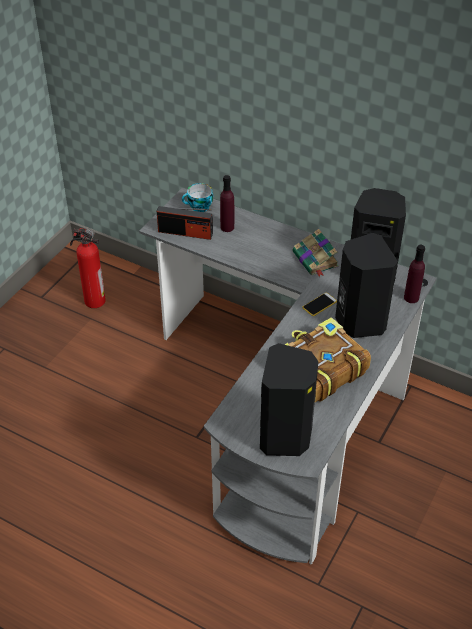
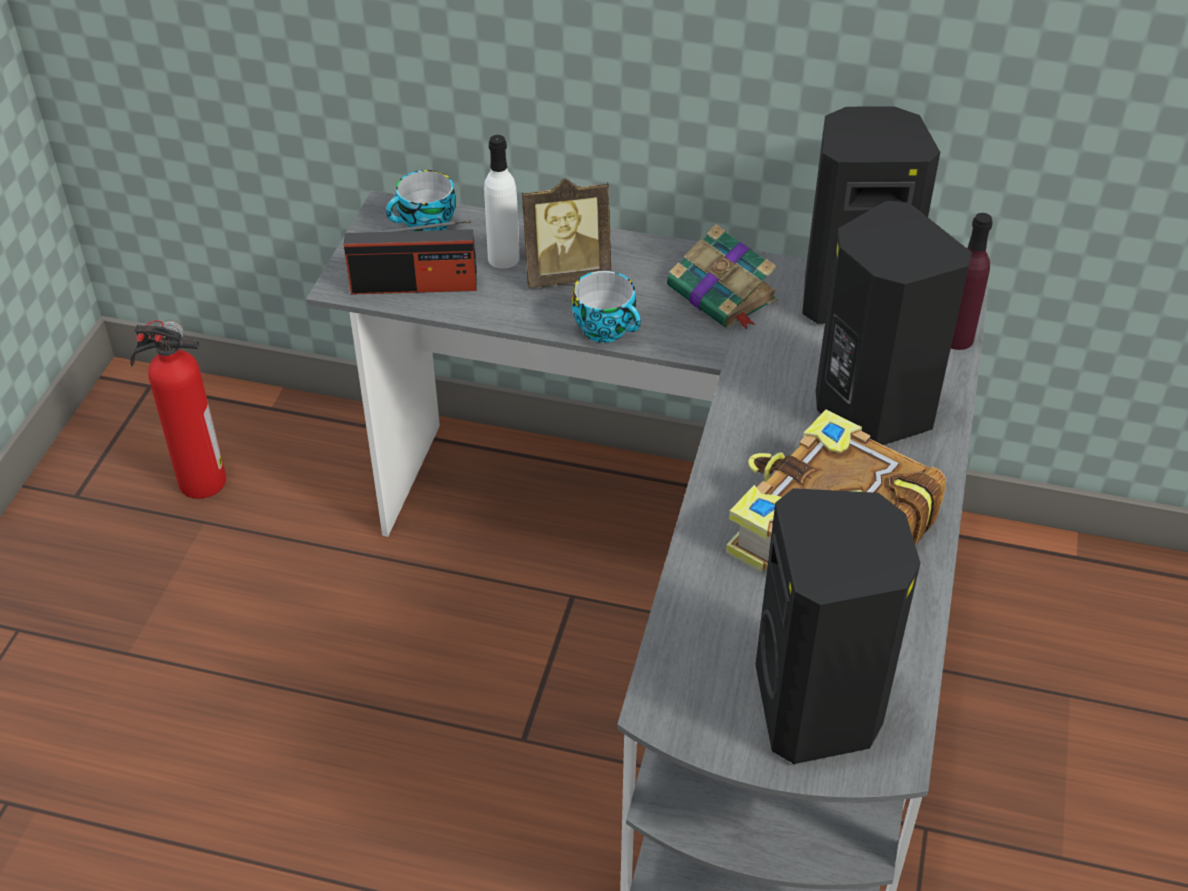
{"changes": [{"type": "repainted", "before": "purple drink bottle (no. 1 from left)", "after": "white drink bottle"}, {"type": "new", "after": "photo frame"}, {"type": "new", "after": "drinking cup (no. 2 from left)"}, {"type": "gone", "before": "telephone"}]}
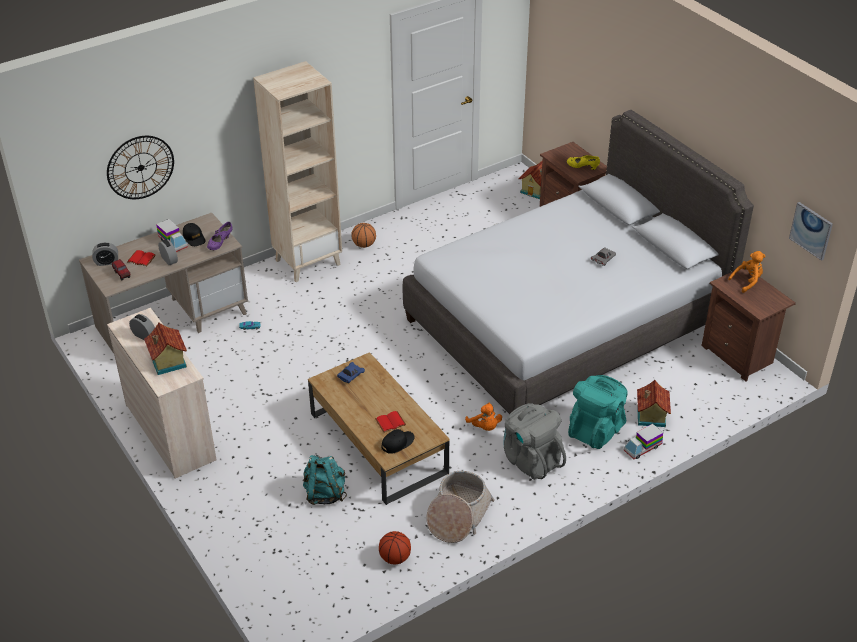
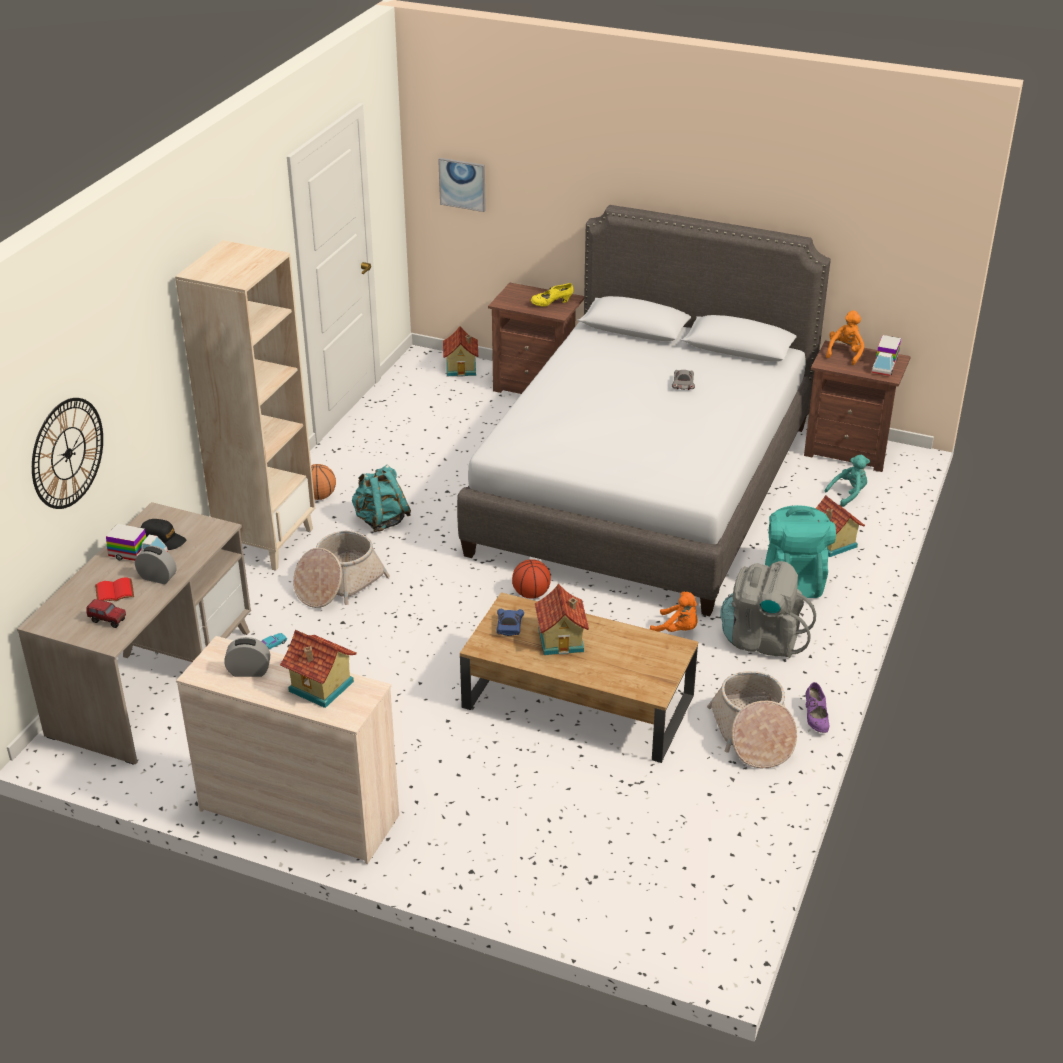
{"changes": [{"type": "new", "after": "household basket (no. 1 from left)"}, {"type": "shifted", "before": "blue-green knapsack (no. 1 from left)"}, {"type": "shifted", "before": "wall picture"}, {"type": "shifted", "before": "ball for basketball (no. 2 from left)"}, {"type": "new", "after": "miniature house (no. 3 from left)"}, {"type": "shifted", "before": "purple item of footwear"}, {"type": "new", "after": "blue-green cuddly toy"}, {"type": "shifted", "before": "model truck (no. 3 from left)"}, {"type": "gone", "before": "bedside clock (no. 1 from left)"}, {"type": "gone", "before": "red volume (no. 2 from left)"}, {"type": "gone", "before": "black cap (no. 2 from left)"}]}
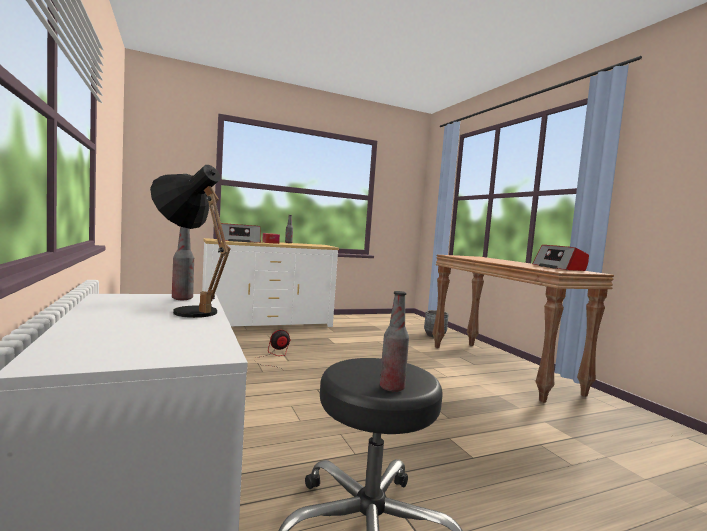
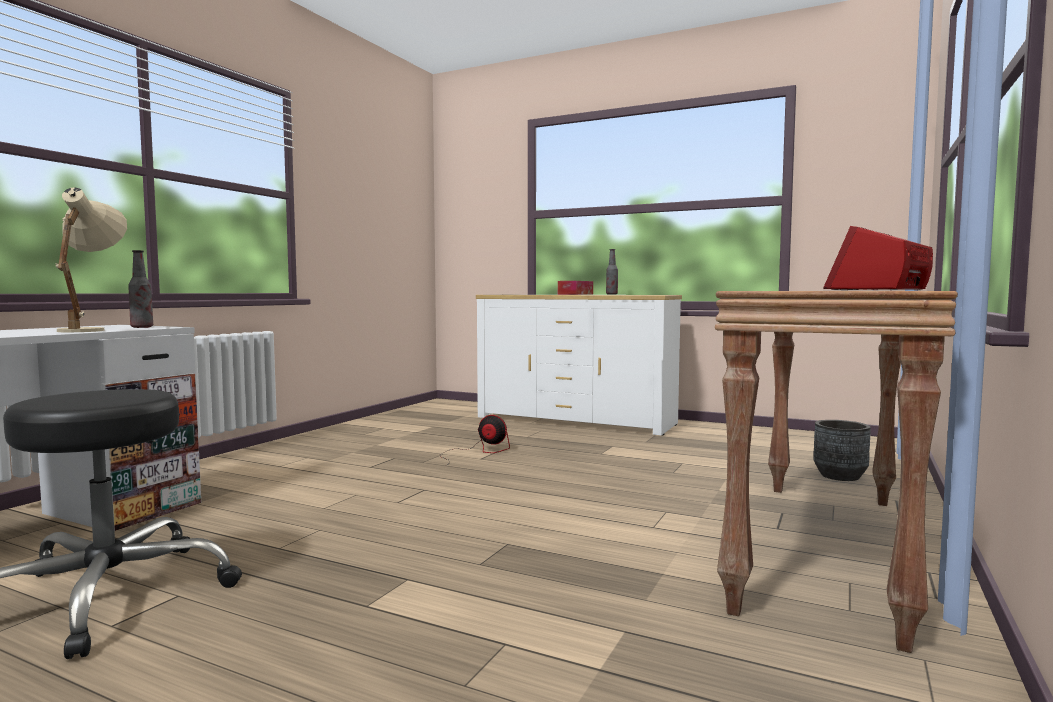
{"changes": [{"type": "repainted", "before": "black tabletop lamp", "after": "beige-coloured tabletop lamp"}, {"type": "gone", "before": "radio set (no. 1 from left)"}, {"type": "gone", "before": "drink bottle (no. 3 from left)"}]}
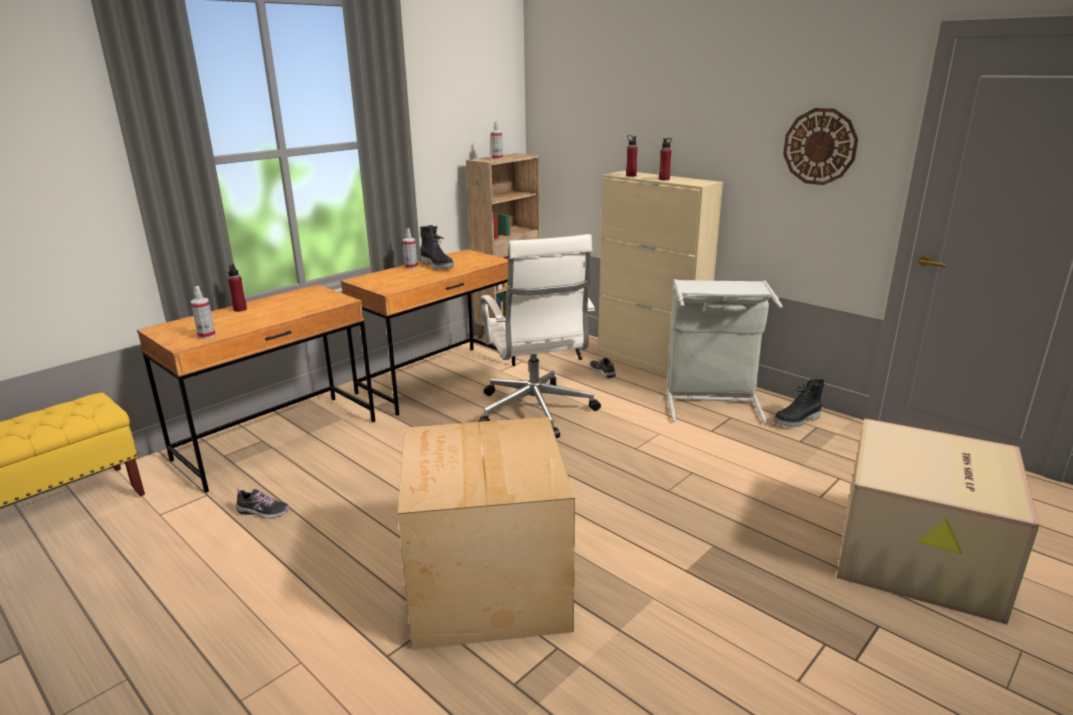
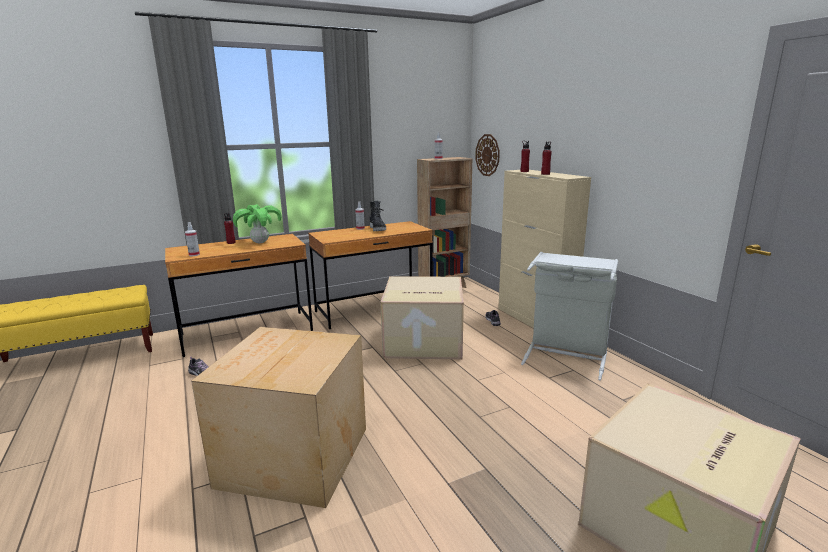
{"changes": [{"type": "new", "after": "houseplant"}, {"type": "swapped", "before": "white computer chair", "after": "packing box (no. 2 from left)"}, {"type": "shifted", "before": "wall clock"}, {"type": "gone", "before": "black tall boot (no. 2 from left)"}]}
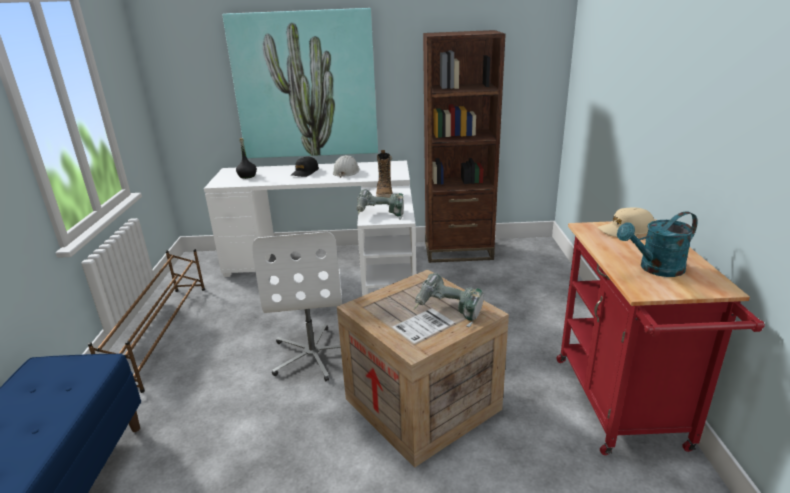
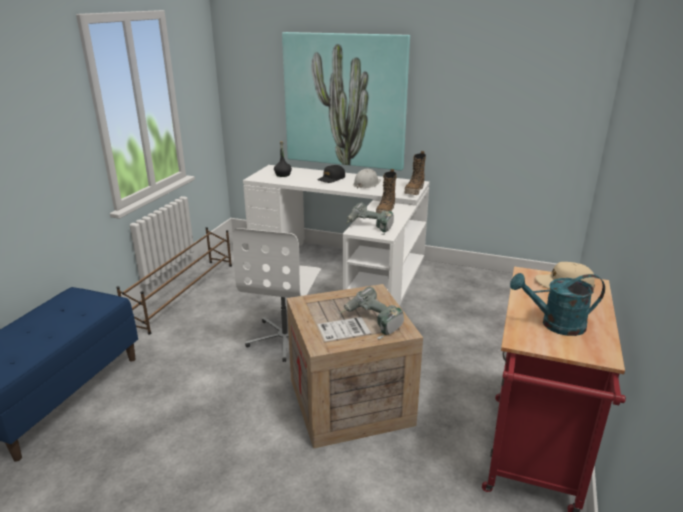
{"changes": [{"type": "new", "after": "tall boot (no. 2 from left)"}, {"type": "gone", "before": "brownish bookcase"}]}
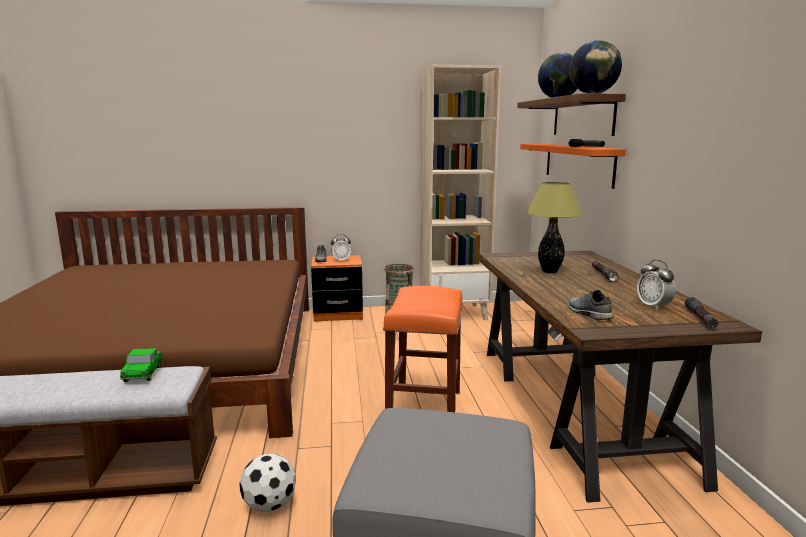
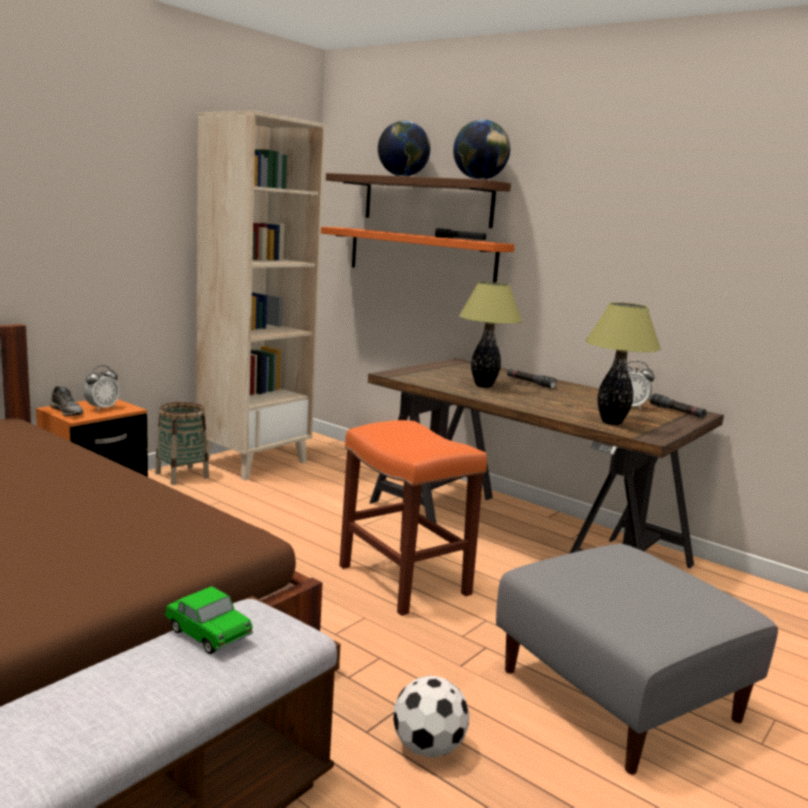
{"changes": [{"type": "swapped", "before": "gray item of footwear (no. 2 from left)", "after": "tabletop lamp (no. 2 from left)"}]}
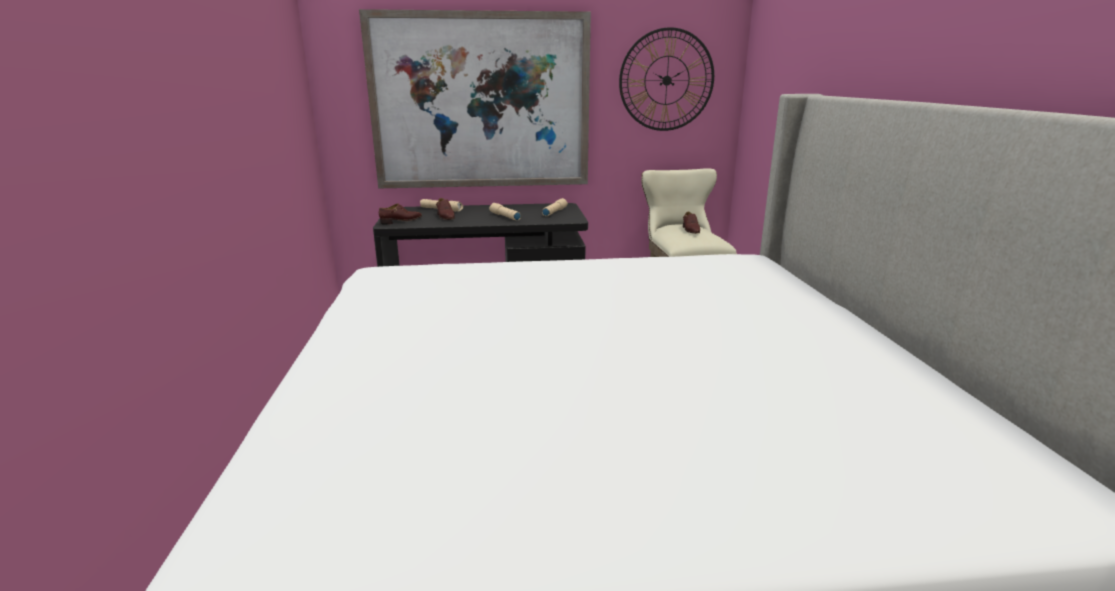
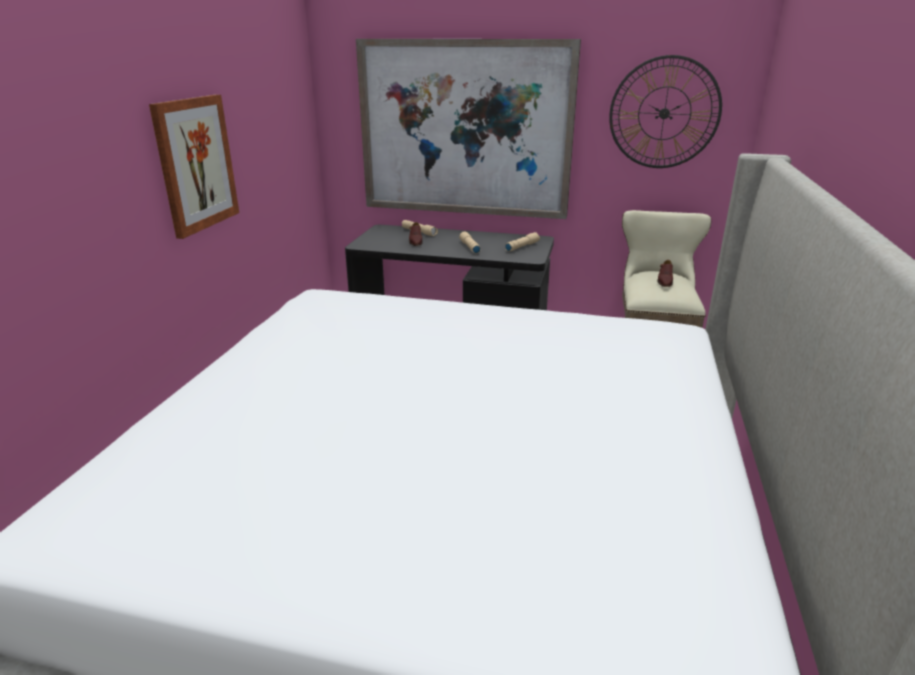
{"changes": [{"type": "new", "after": "wall picture (no. 1 from left)"}, {"type": "gone", "before": "brownish item of footwear (no. 1 from left)"}]}
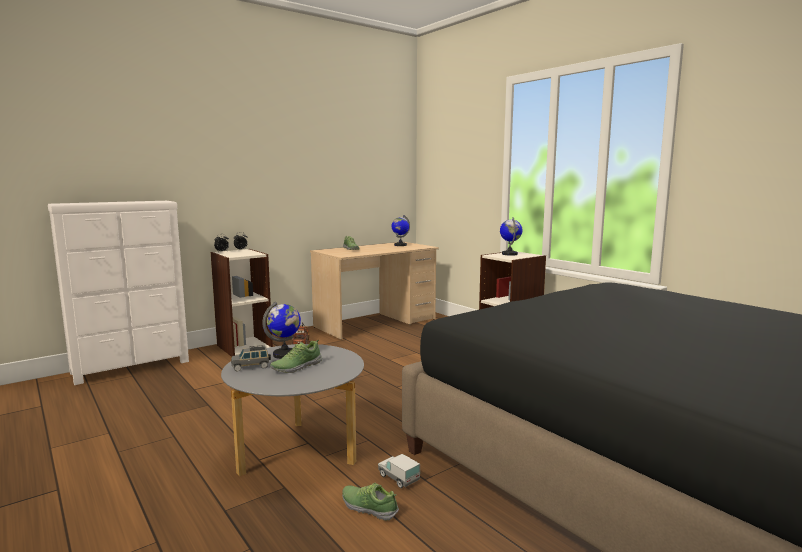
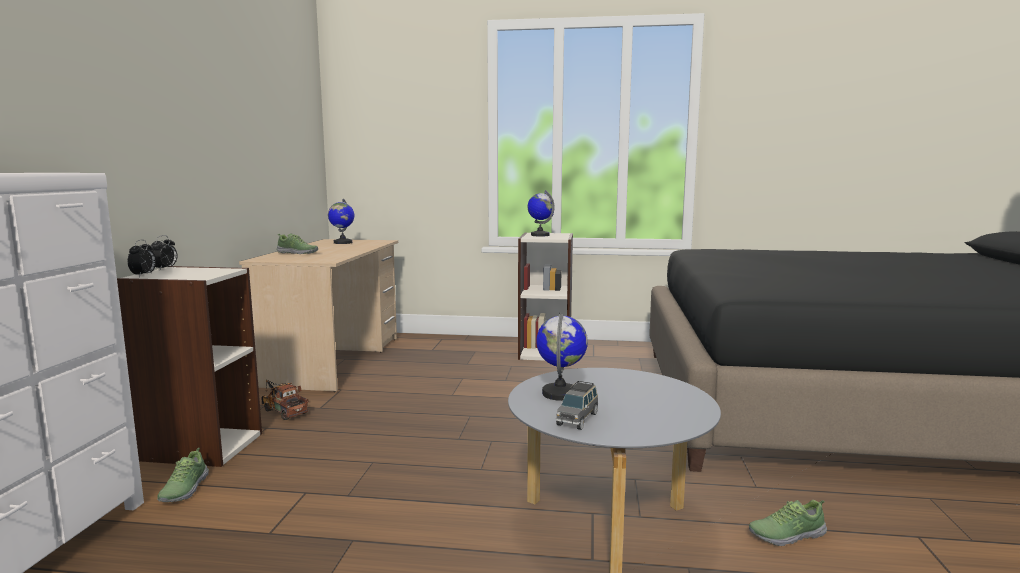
{"changes": [{"type": "shifted", "before": "item of footwear (no. 1 from left)"}, {"type": "gone", "before": "model truck (no. 2 from left)"}]}
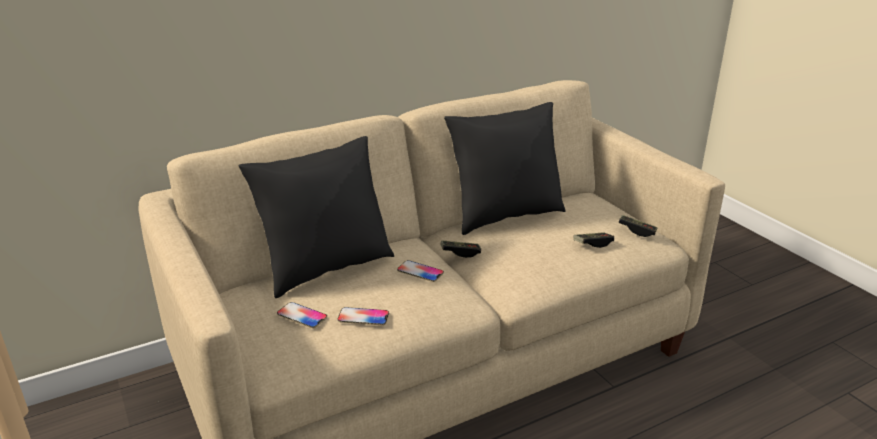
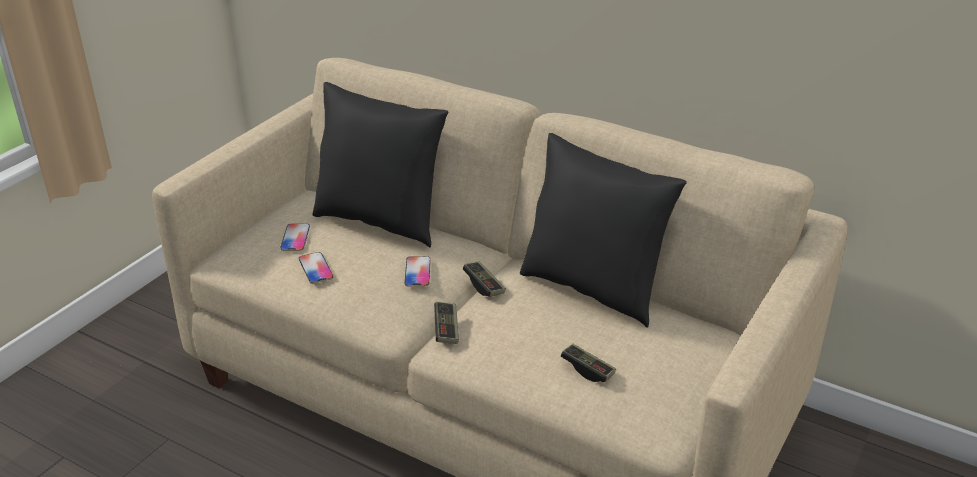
{"changes": [{"type": "shifted", "before": "gamepad (no. 3 from left in the first image)", "after": "gamepad (no. 1 from left)"}]}
